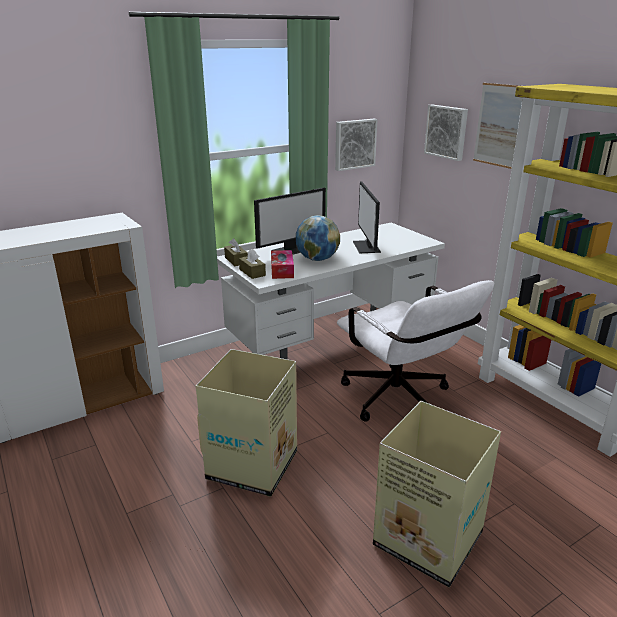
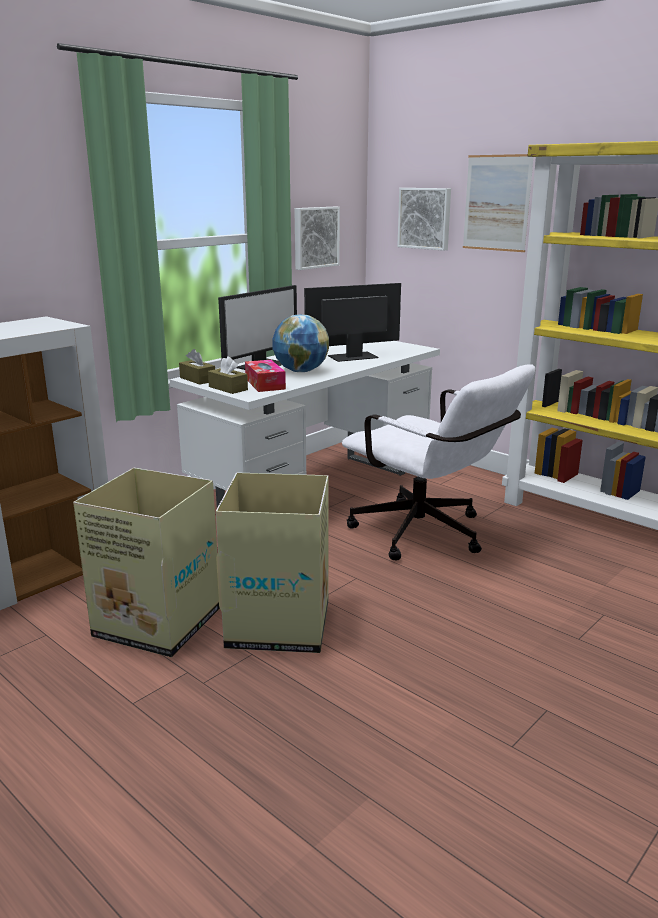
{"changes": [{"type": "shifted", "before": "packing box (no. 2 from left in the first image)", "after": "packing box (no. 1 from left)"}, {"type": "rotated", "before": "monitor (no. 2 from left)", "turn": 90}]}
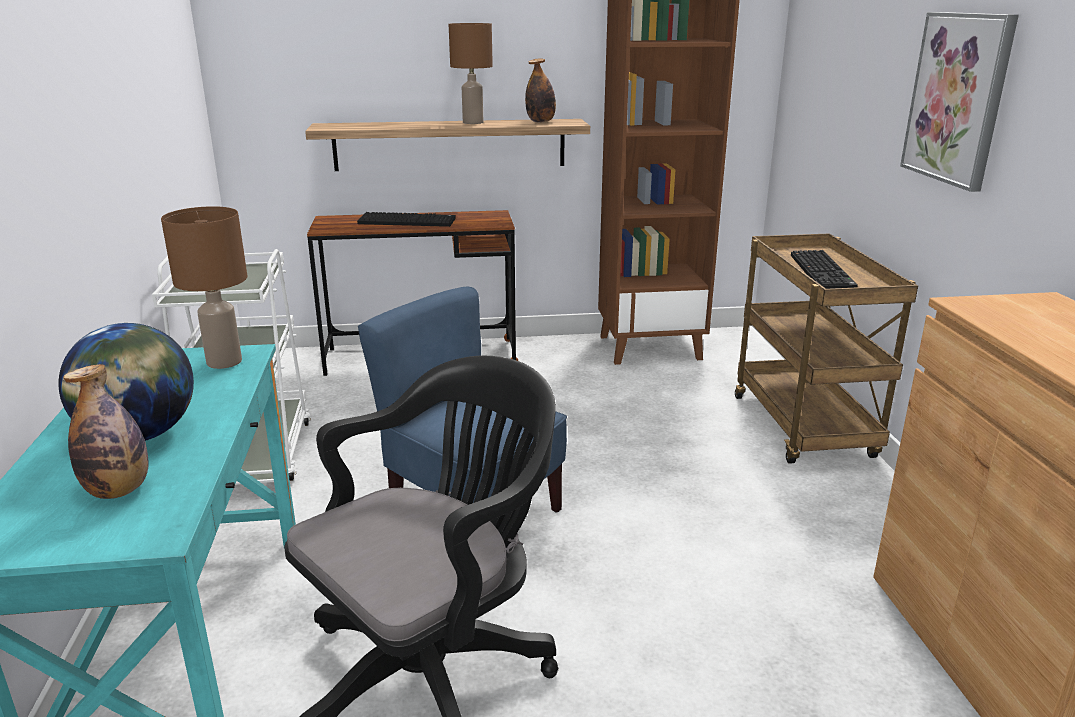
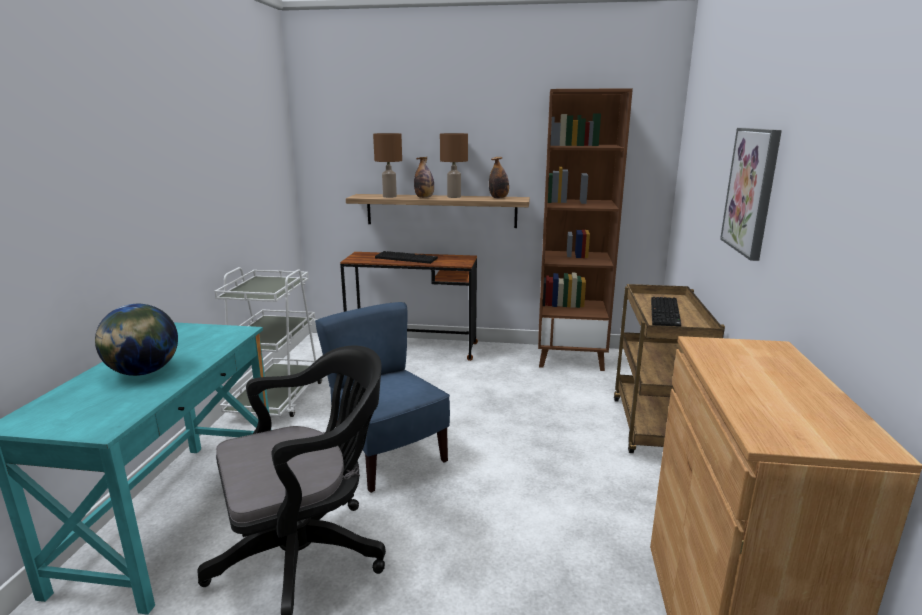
{"changes": [{"type": "shifted", "before": "brownish tabletop lamp (no. 1 from left)"}, {"type": "shifted", "before": "drink bottle (no. 1 from left)"}]}
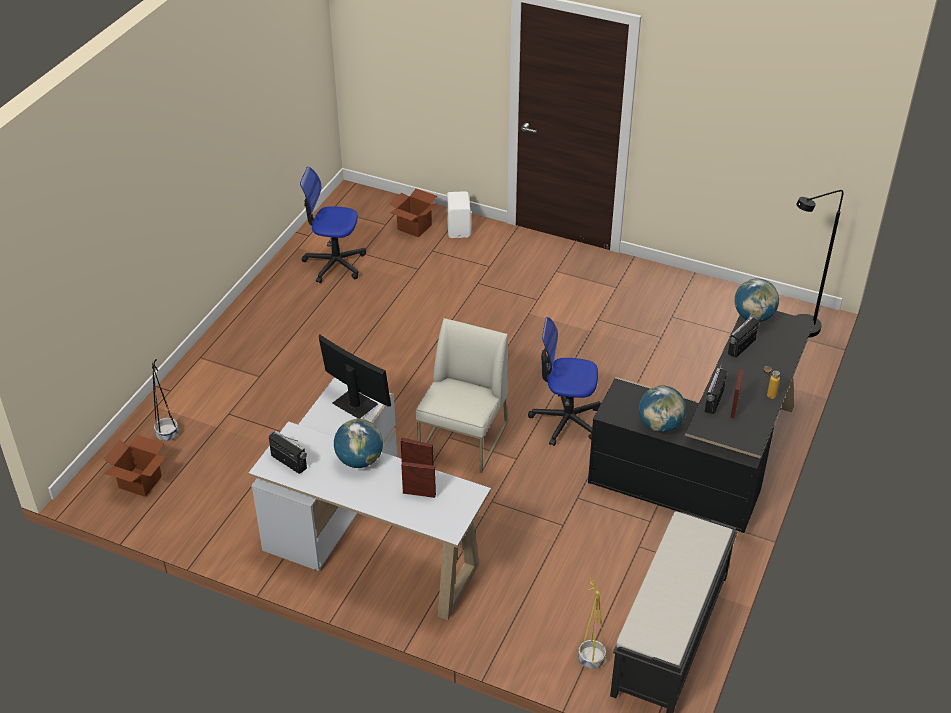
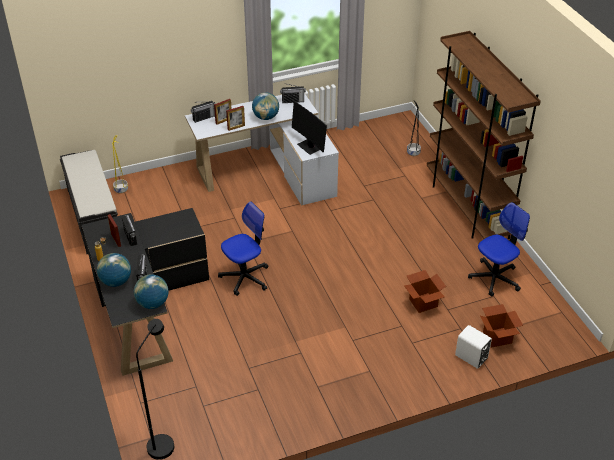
{"changes": [{"type": "shifted", "before": "desk globe (no. 2 from left in the first image)", "after": "desk globe (no. 1 from left)"}, {"type": "new", "after": "radio set (no. 3 from left)"}, {"type": "rotated", "before": "monitor", "turn": 60}, {"type": "shifted", "before": "packing box (no. 1 from left)"}, {"type": "new", "after": "brownish bookcase"}, {"type": "gone", "before": "white plain chair"}]}
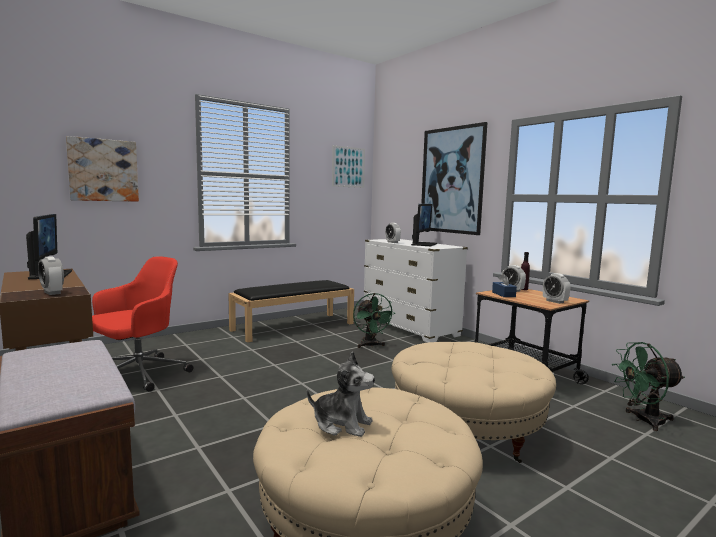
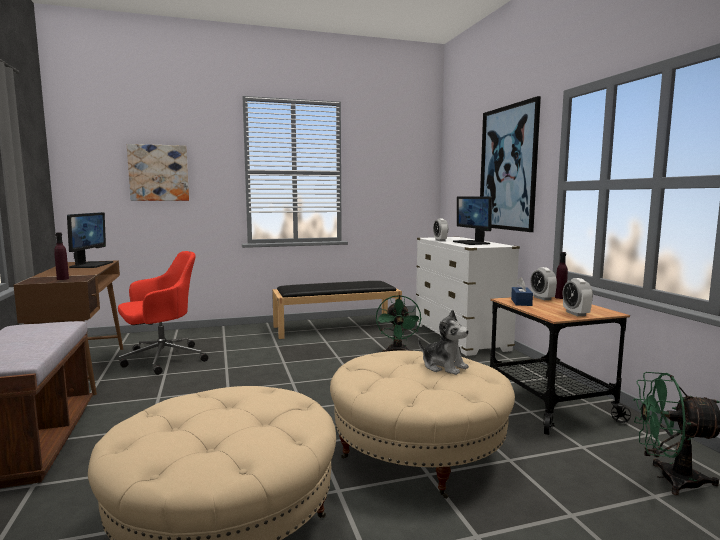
{"changes": [{"type": "swapped", "before": "bedside clock (no. 1 from left)", "after": "purple drink bottle (no. 1 from left)"}, {"type": "shifted", "before": "cuddly toy"}, {"type": "rotated", "before": "monitor (no. 2 from left)", "turn": 120}, {"type": "gone", "before": "wall picture (no. 2 from left)"}]}
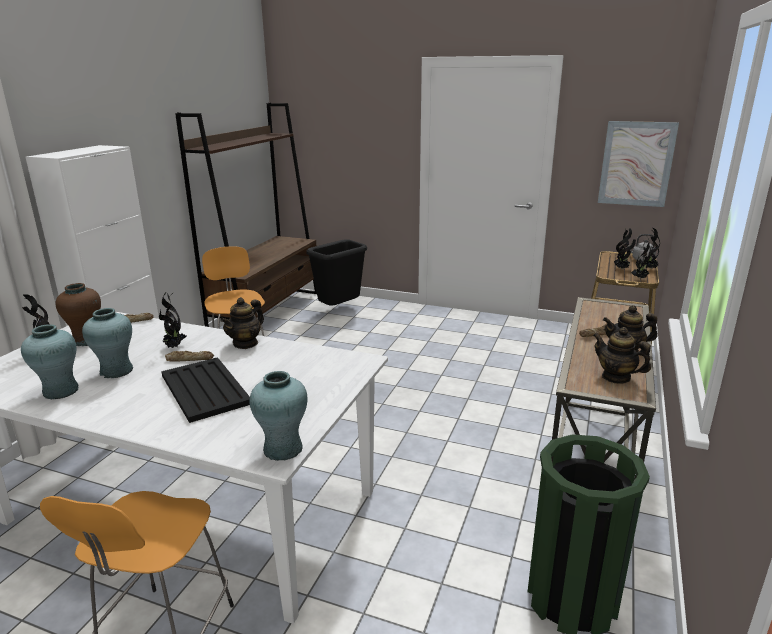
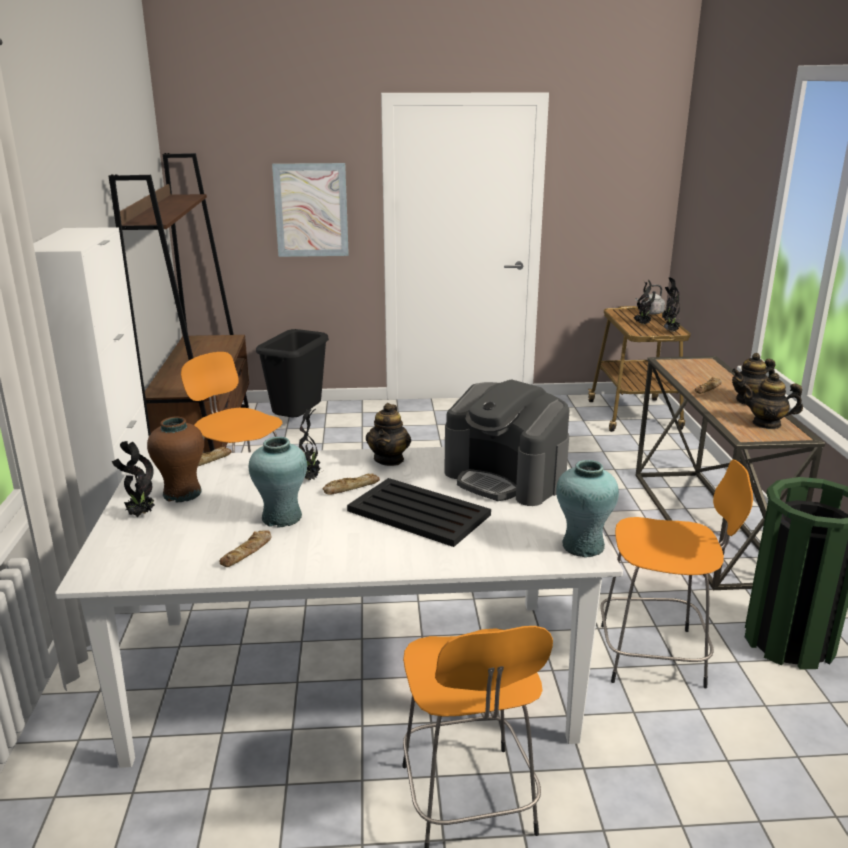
{"changes": [{"type": "swapped", "before": "blue-green decorative vase (no. 1 from left)", "after": "bread (no. 2 from left)"}, {"type": "shifted", "before": "wall picture"}, {"type": "new", "after": "coffee maker"}, {"type": "new", "after": "orange stool (no. 3 from left)"}]}
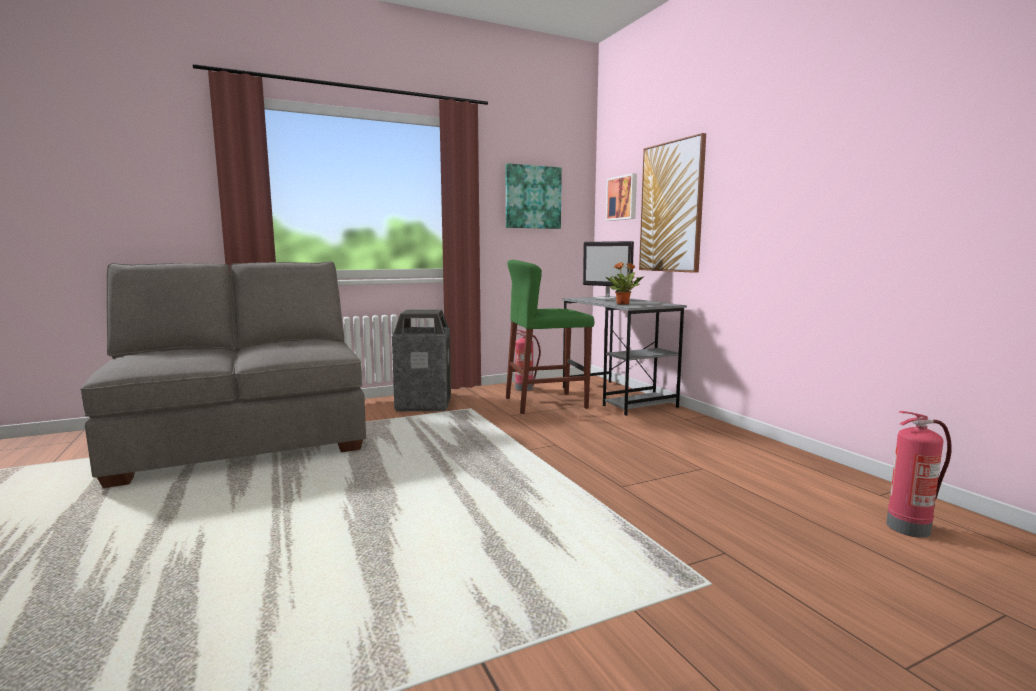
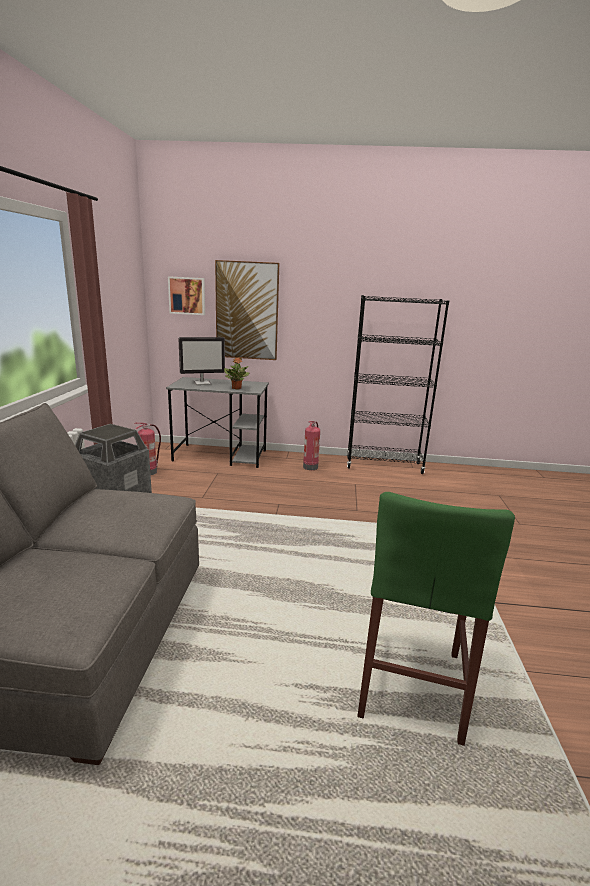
{"changes": [{"type": "shifted", "before": "extinguisher (no. 2 from left)"}, {"type": "new", "after": "black bookcase"}, {"type": "shifted", "before": "green stool"}, {"type": "gone", "before": "wall picture (no. 1 from left)"}]}
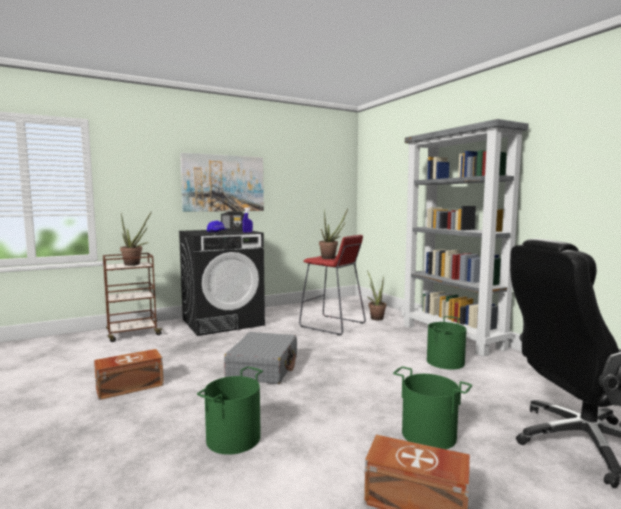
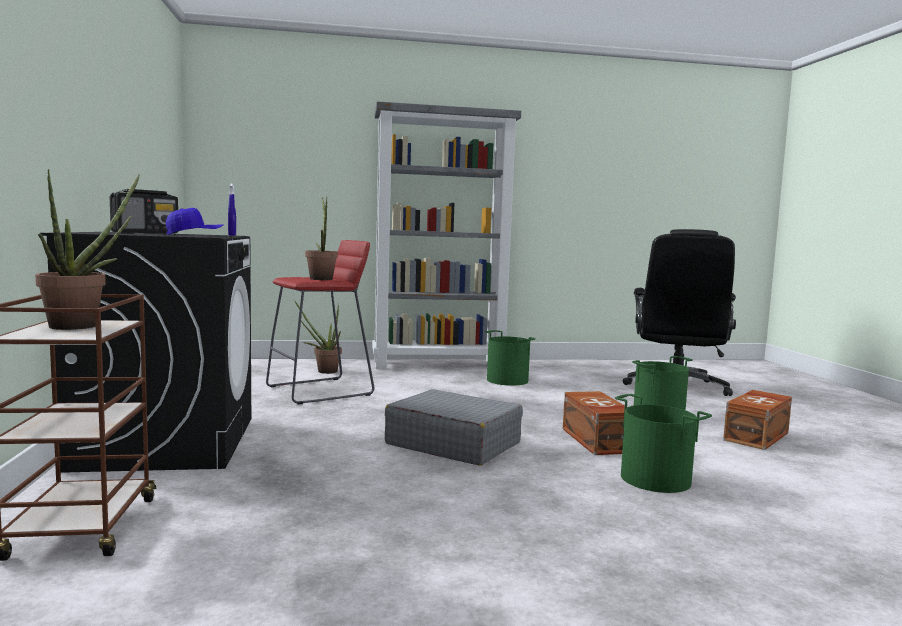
{"changes": [{"type": "shifted", "before": "brownish storage box (no. 1 from left)"}, {"type": "gone", "before": "wall picture"}]}
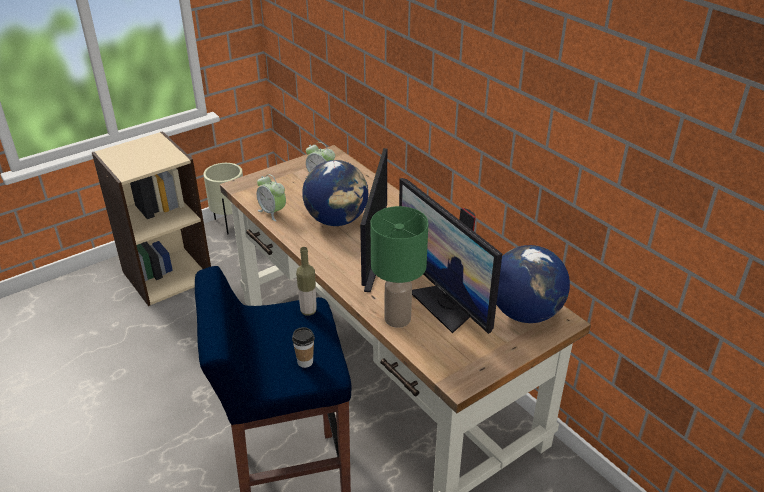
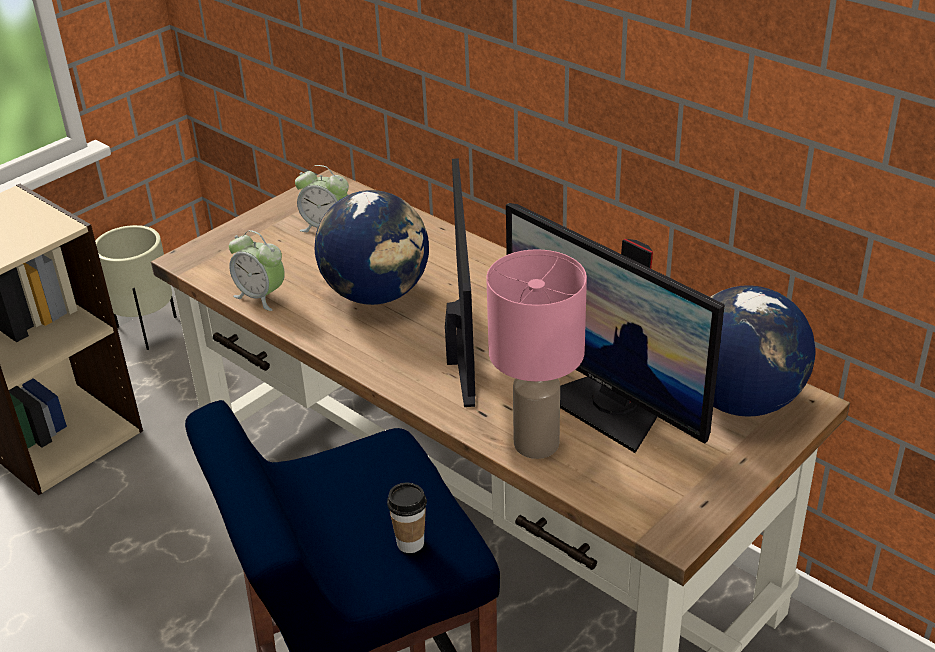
{"changes": [{"type": "repainted", "before": "green tabletop lamp", "after": "pink tabletop lamp"}, {"type": "gone", "before": "drink bottle"}]}
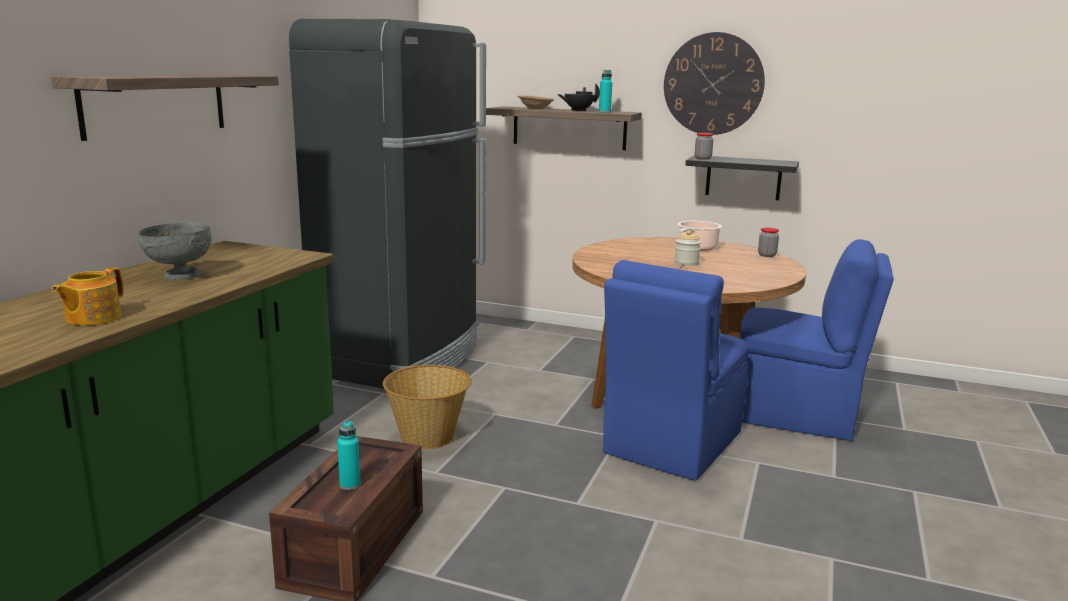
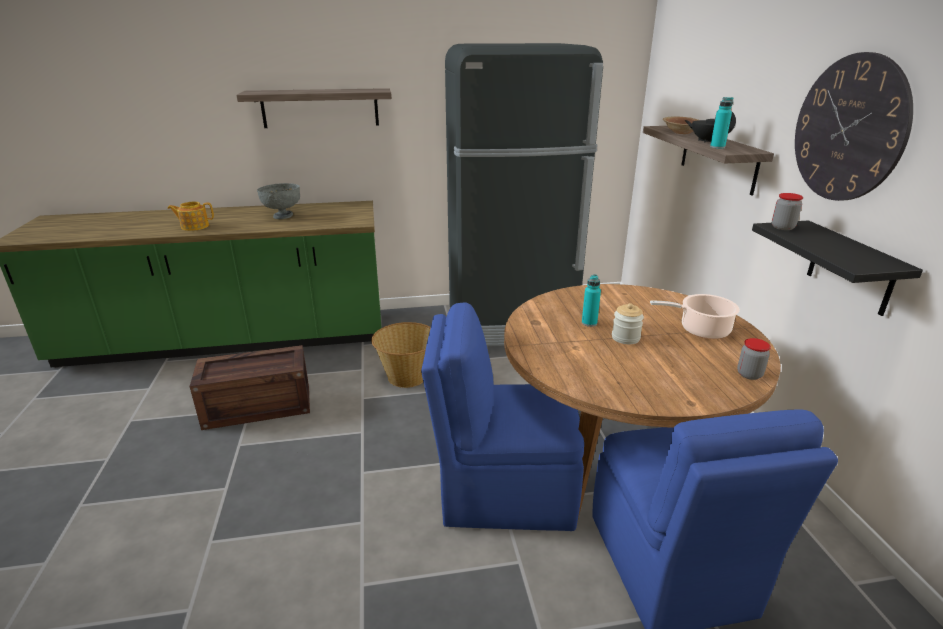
{"changes": [{"type": "shifted", "before": "blue-green drink bottle (no. 1 from left)"}]}
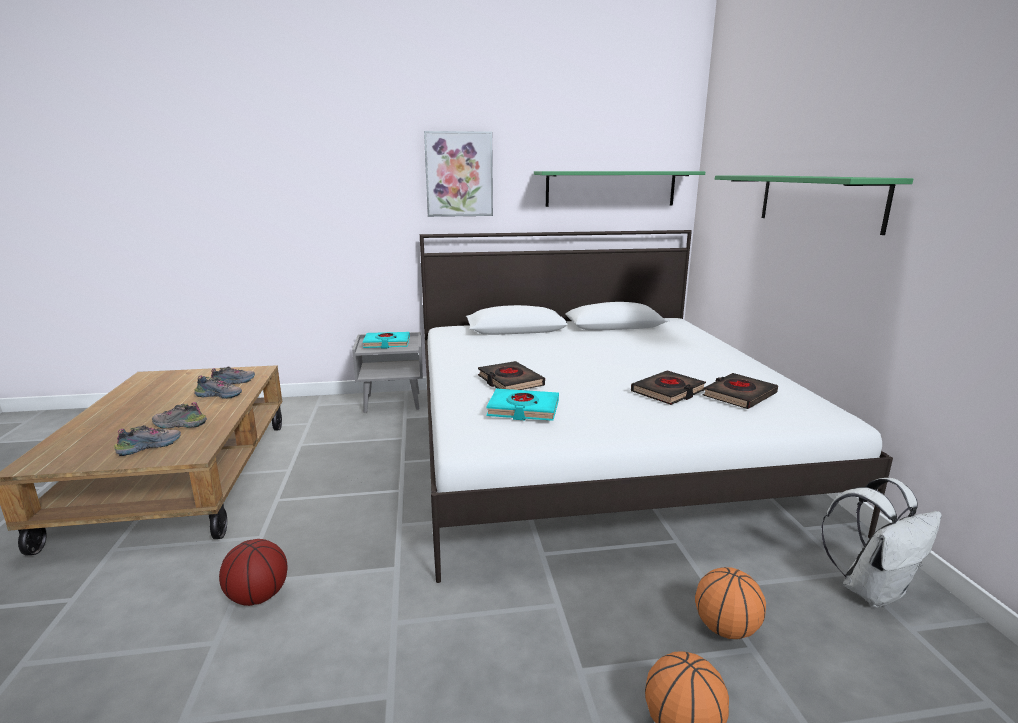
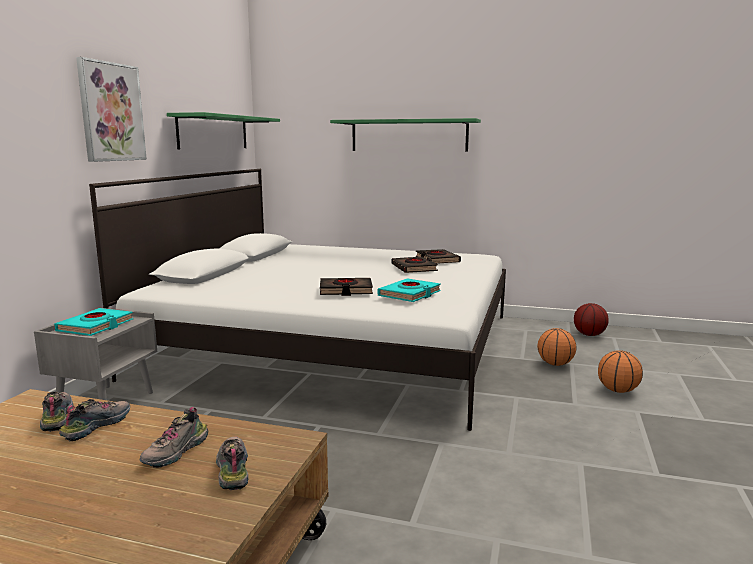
{"changes": [{"type": "shifted", "before": "ball for basketball (no. 1 from left in the first image)", "after": "ball for basketball (no. 2 from left)"}, {"type": "gone", "before": "white knapsack"}]}
